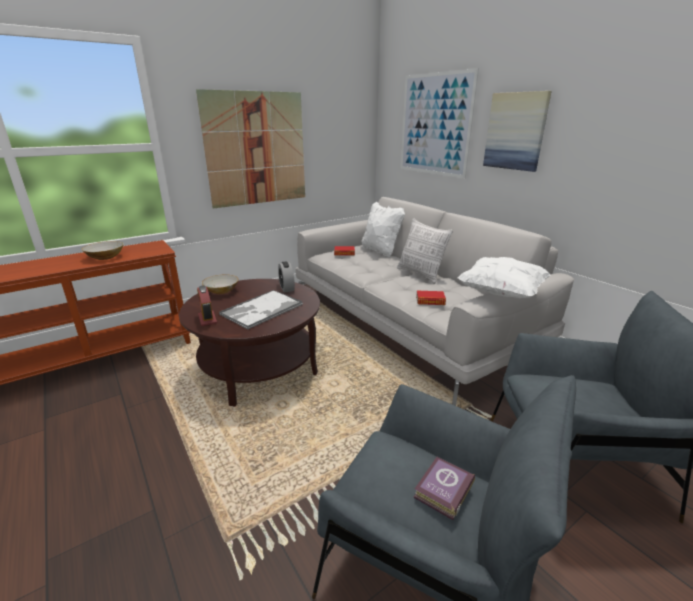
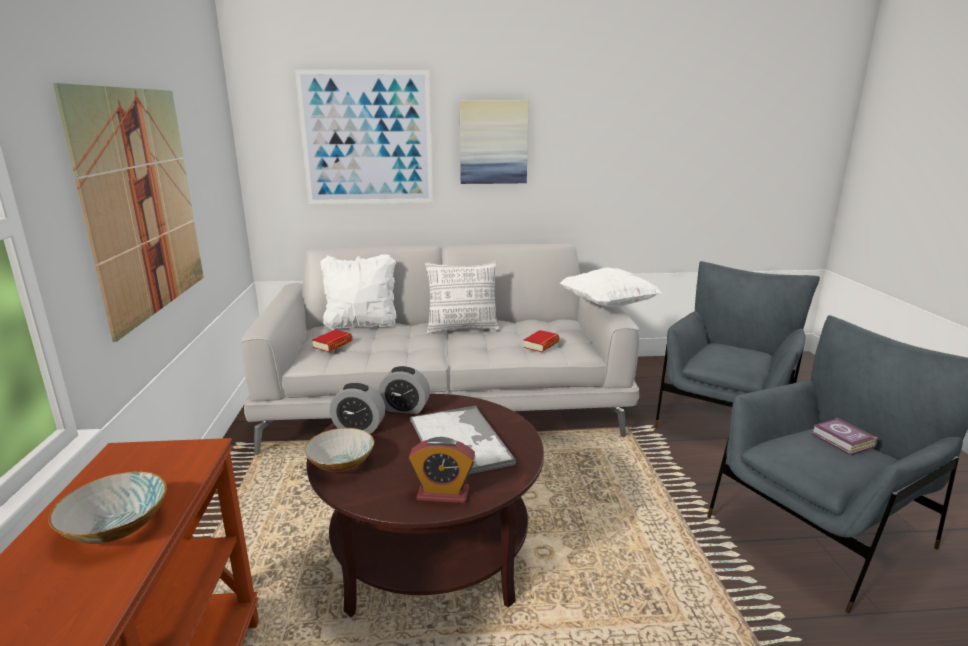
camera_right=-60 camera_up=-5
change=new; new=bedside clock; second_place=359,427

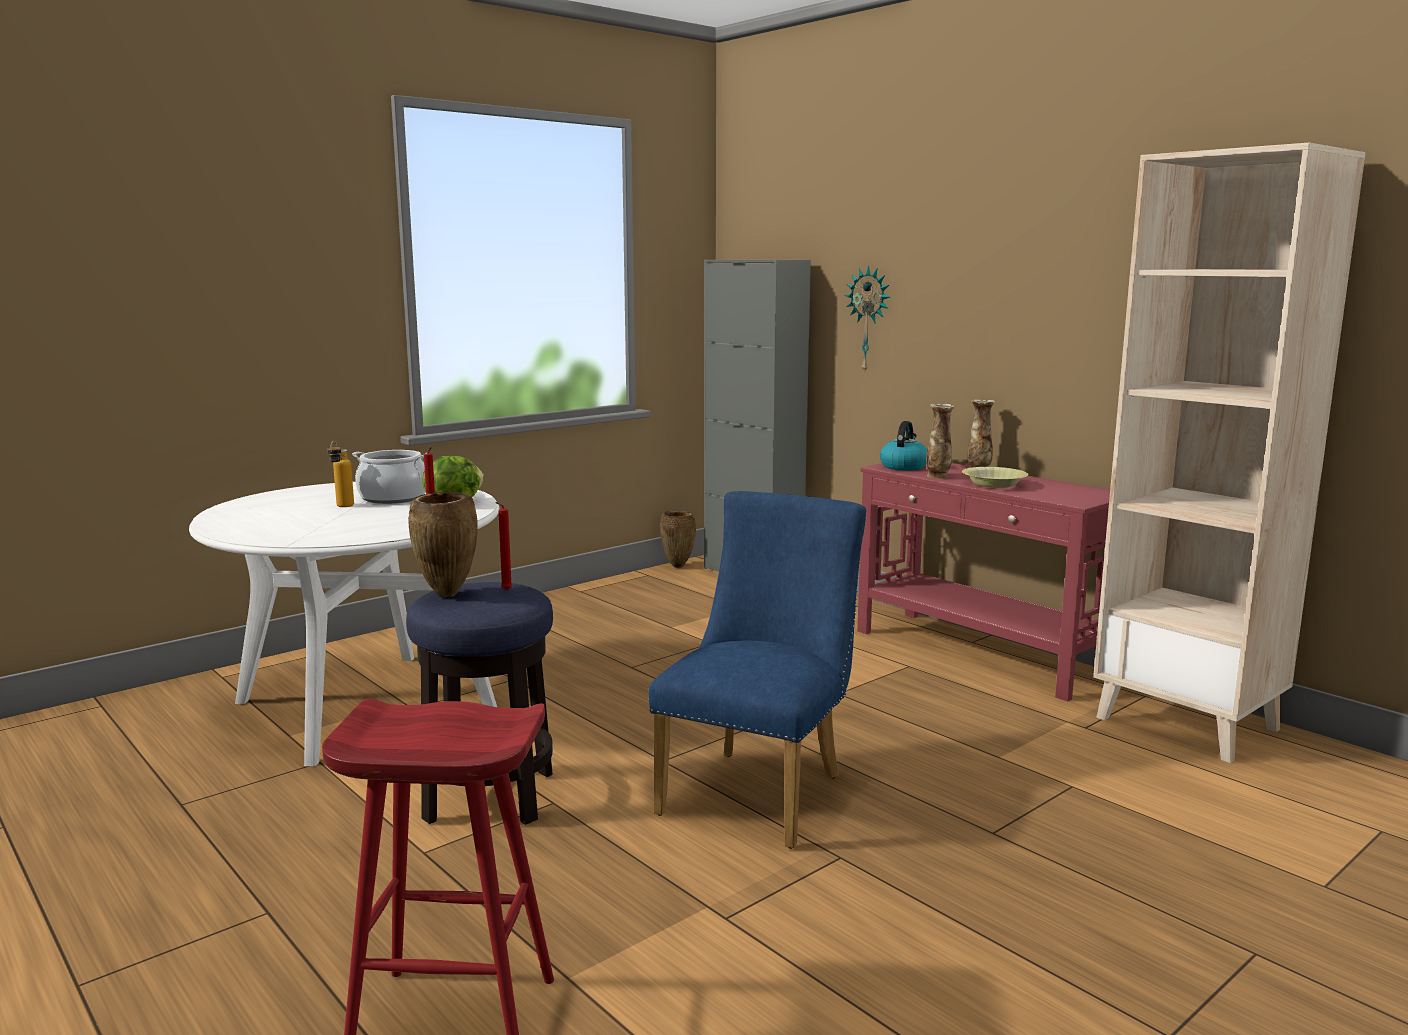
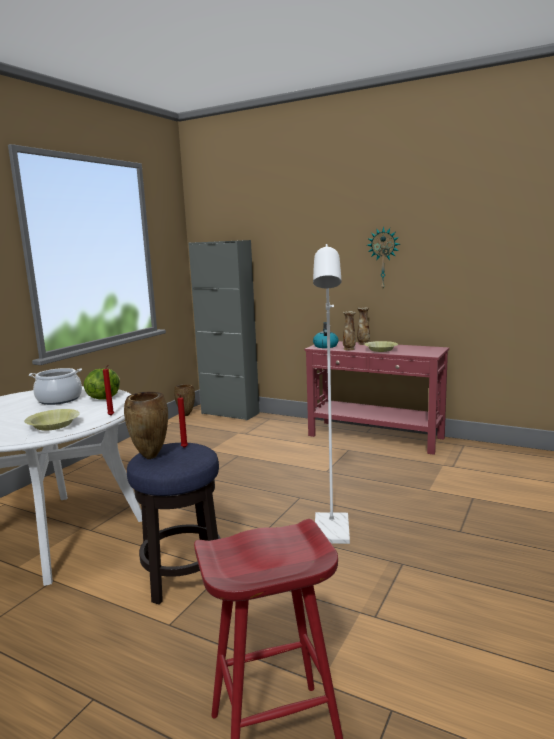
camera_right=-20 camera_up=0
change=gone; old=drink bottle; first_place=342,507
change=swapped; old=blue upright chair; new=white floor lamp; first_place=761,790; second_place=332,535
change=shifted; old=hanging clock; first_place=869,320; second_place=383,258
change=gone; old=sand-coloured shelving unit; first_place=1188,723
change=new; new=yellow-coloured serving bowl; second_place=54,426

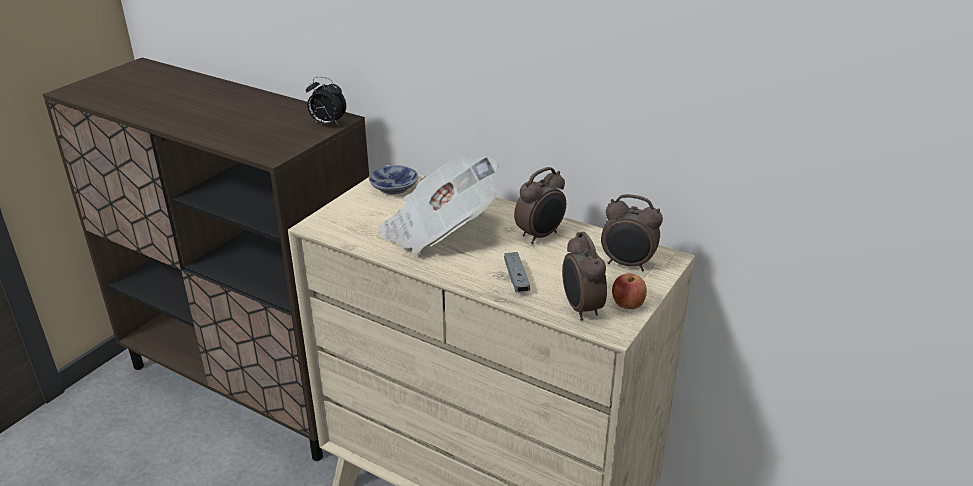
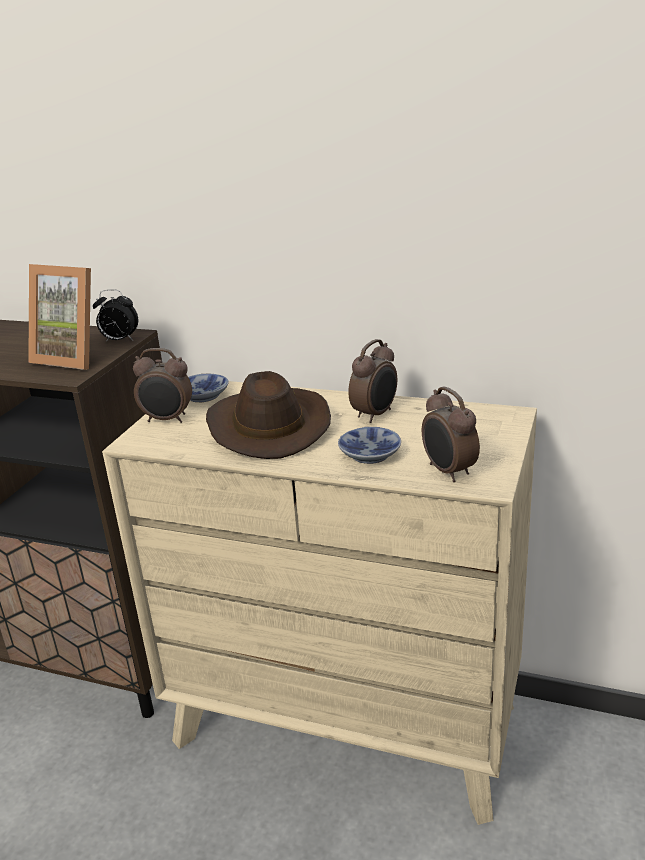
camera_right=-10 camera_up=-5
change=swapped; old=printed paper; new=brownish hat; first_place=438,230; second_place=267,426
change=swapped; old=grey game controller; new=serving bowl; first_place=516,279; second_place=369,456
change=shifted; old=bedside clock; first_place=627,264; second_place=167,420
change=gone; old=whole apple; first_place=627,305
change=new; new=picture frame; second_place=74,357

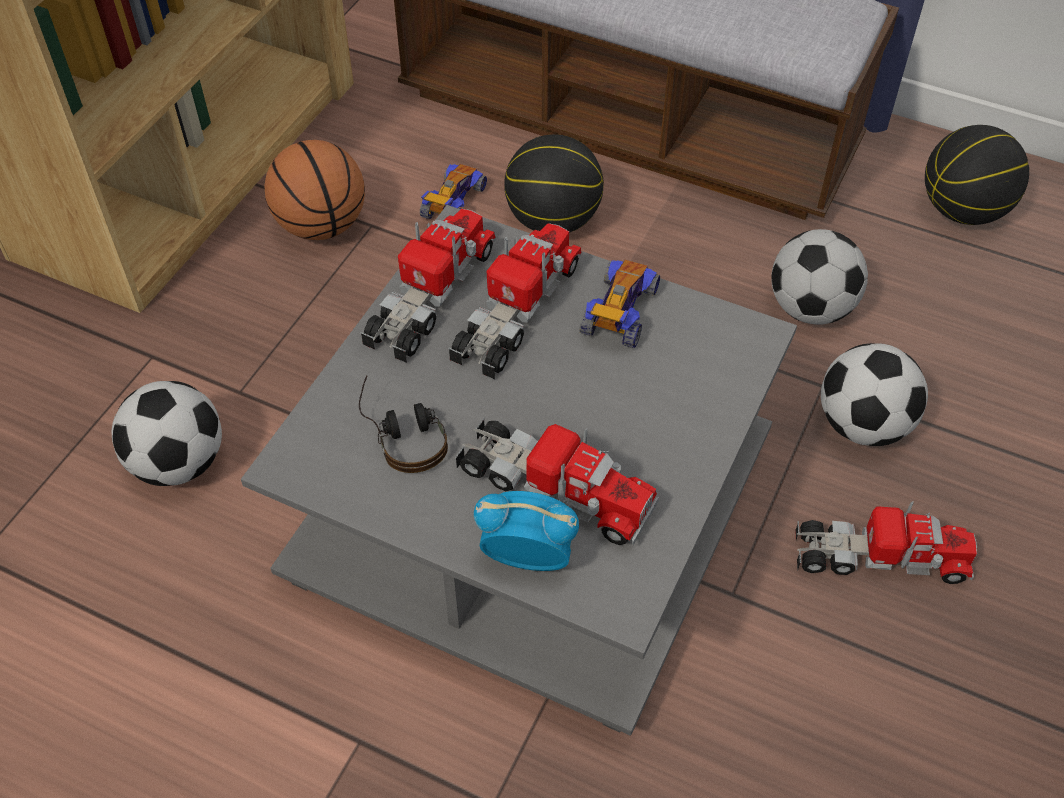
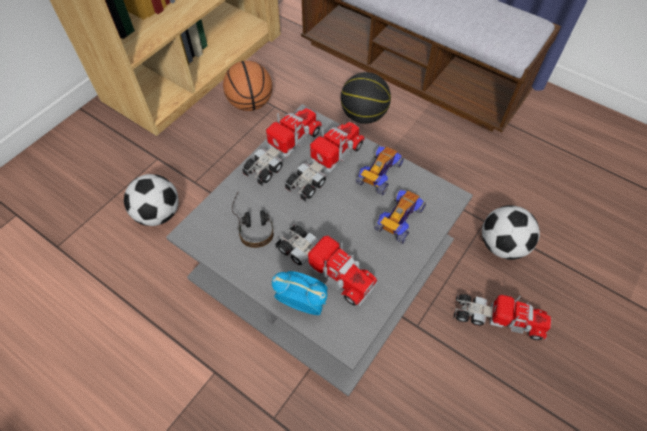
camera_right=10 camera_up=5
change=shifted; old=toy car; first_place=453,205; second_place=398,221
change=gone; old=football ball; first_place=811,308
change=gone; old=basketball; first_place=963,211

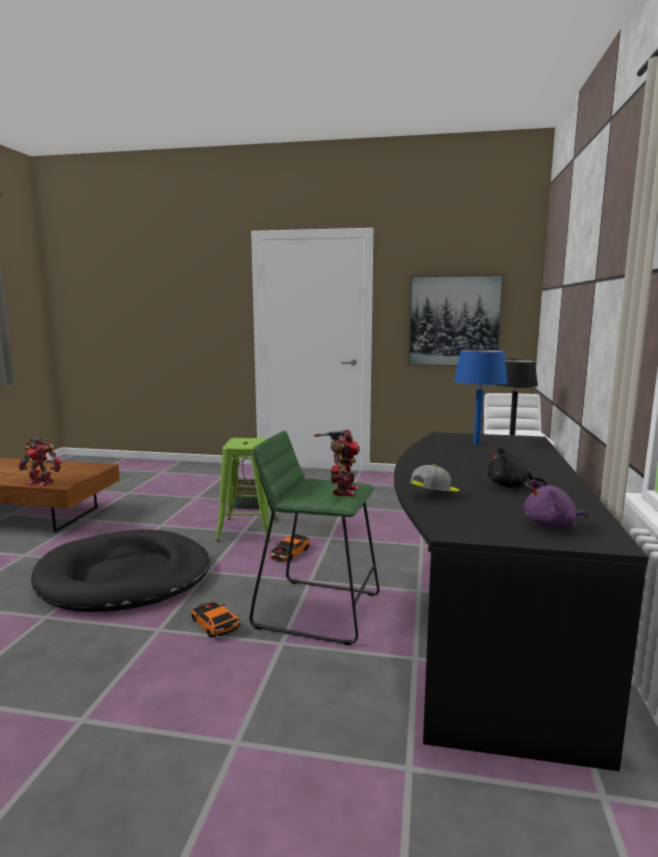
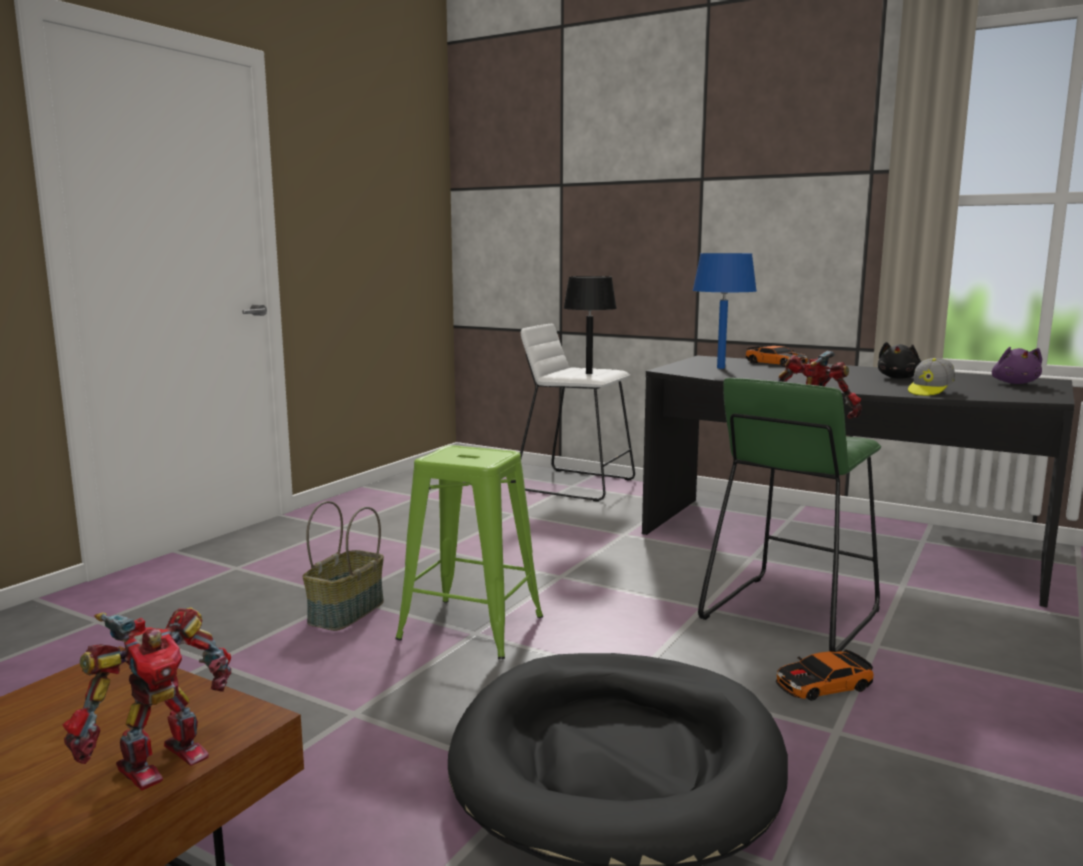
camera_right=-70 camera_up=0
change=shifted; old=toy car; first_place=290,553; second_place=776,363
change=gone; old=wall art; first_place=454,321
change=rotated; old=peaked cap; first_place=435,493; second_place=929,391; degrees=-120

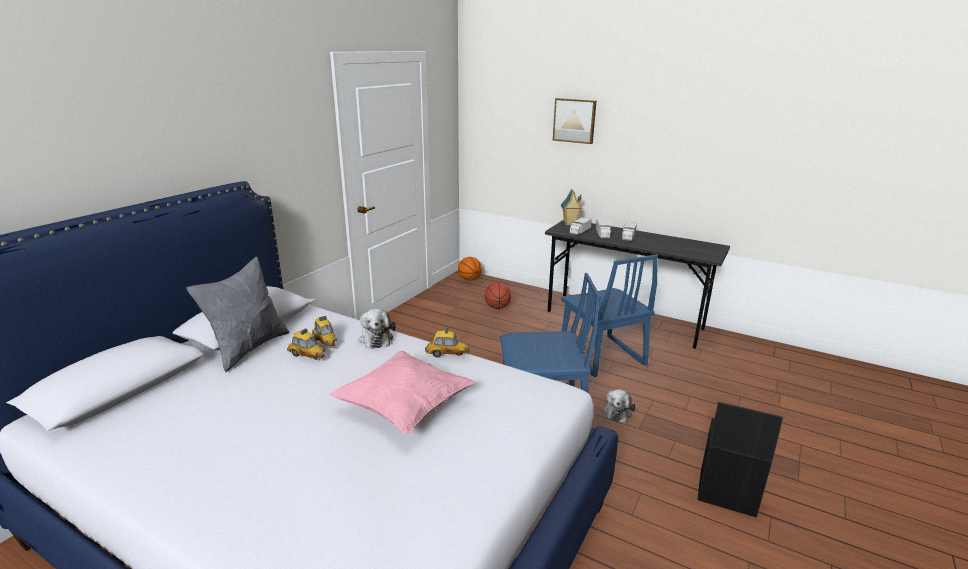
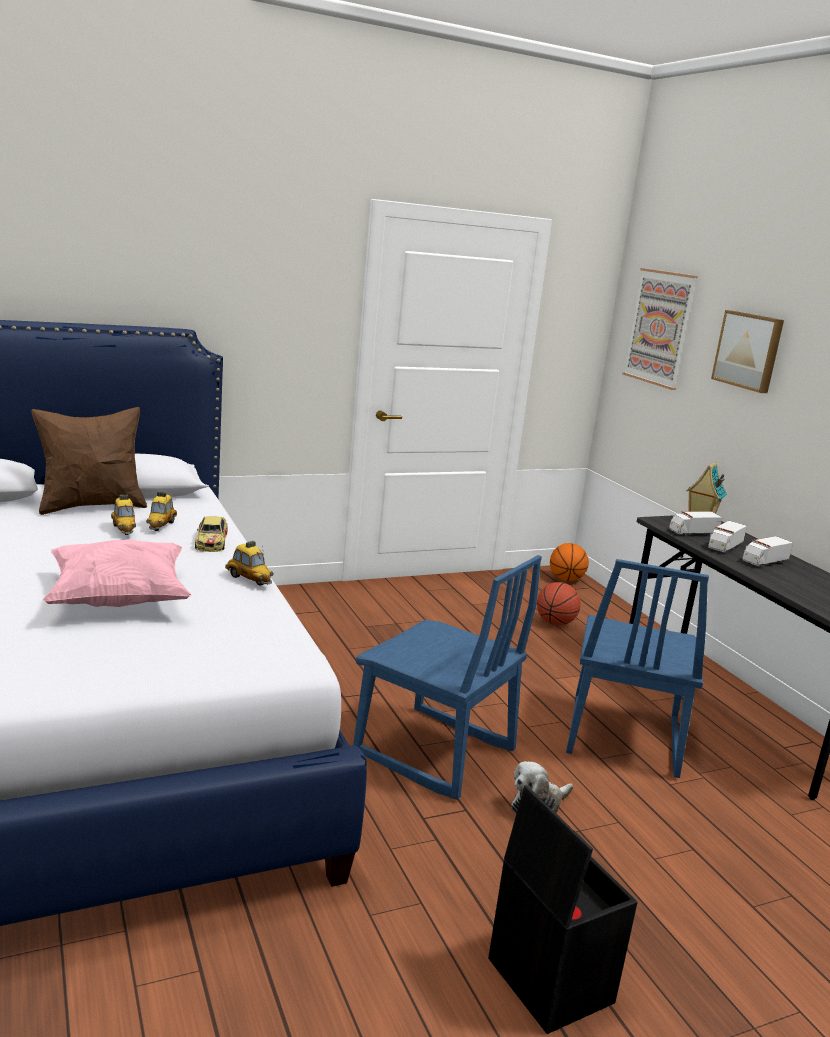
camera_right=35 camera_up=-5
change=repainted; old=grey throw pillow; new=brownish throw pillow; first_place=248,348; second_place=91,506
change=swapped; old=cuddly toy; new=toy car; first_place=376,338; second_place=211,540
change=new; new=wall art; second_place=659,328

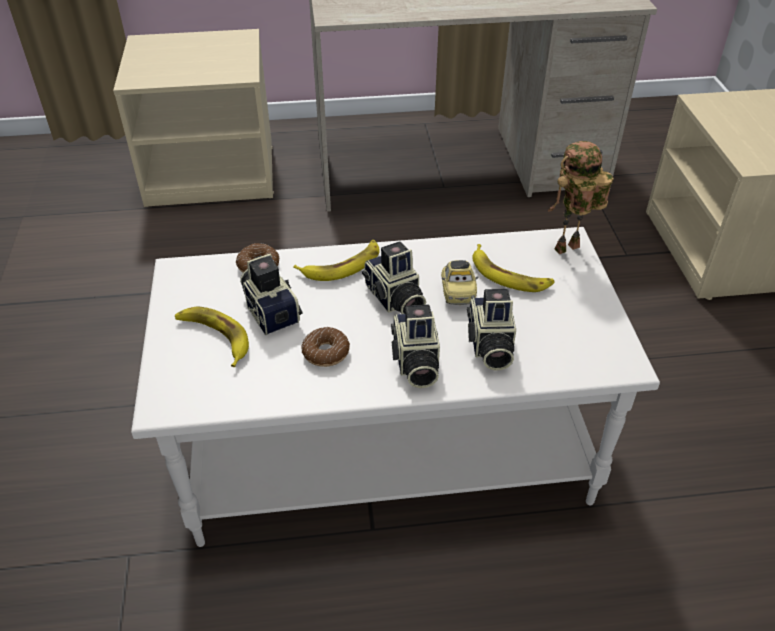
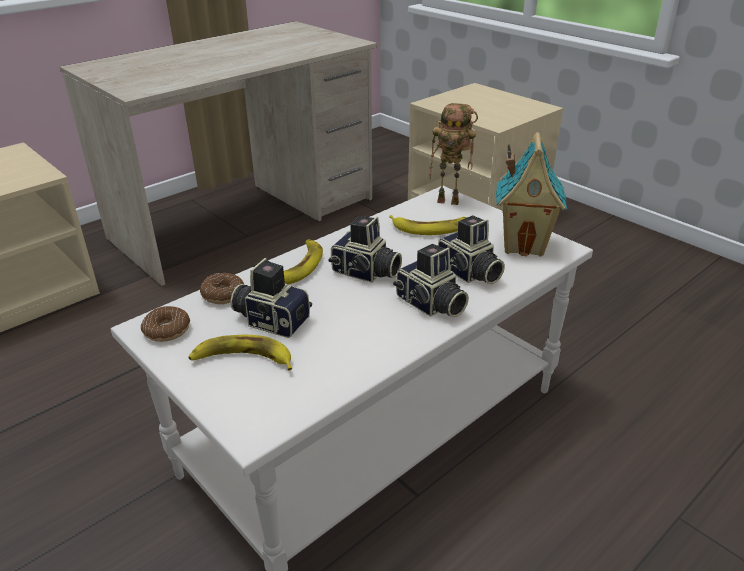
camera_right=-35 camera_up=-10
change=shifted; old=ring doughnut; first_place=326,352; second_place=167,330
change=gone; old=toy car; first_place=457,293
change=rotated; old=model robot; first_place=567,250; second_place=450,201; degrees=-105
change=new; new=model house; second_place=524,245

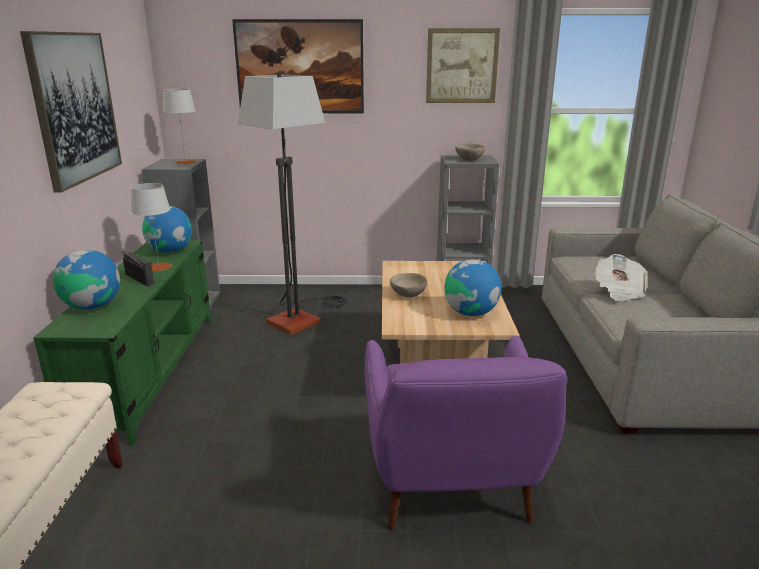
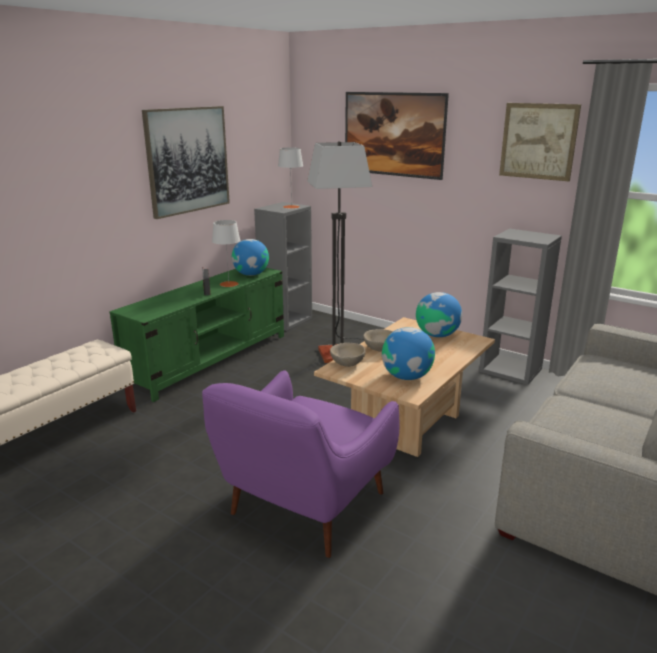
camera_right=35 camera_up=0
change=shifted; old=world globe; first_place=92,306; second_place=437,335
change=shifted; old=sand-coloured serving bowl; first_place=469,159; second_place=347,363
change=gone; old=printed paper; first_place=618,291

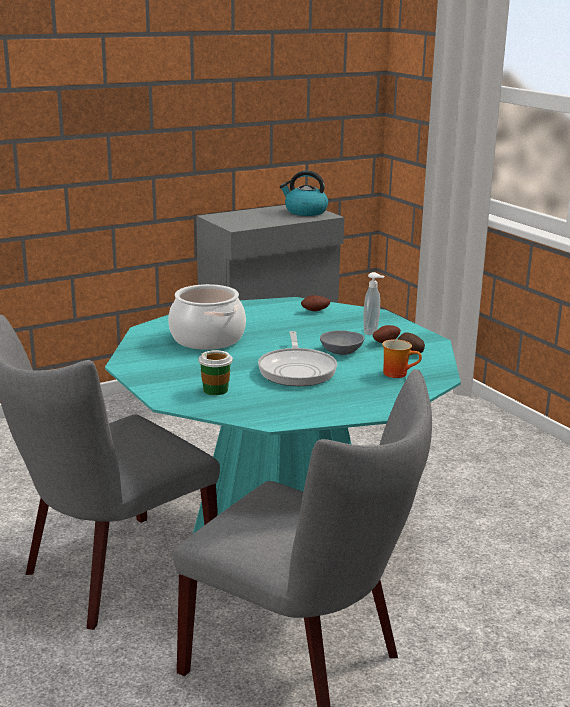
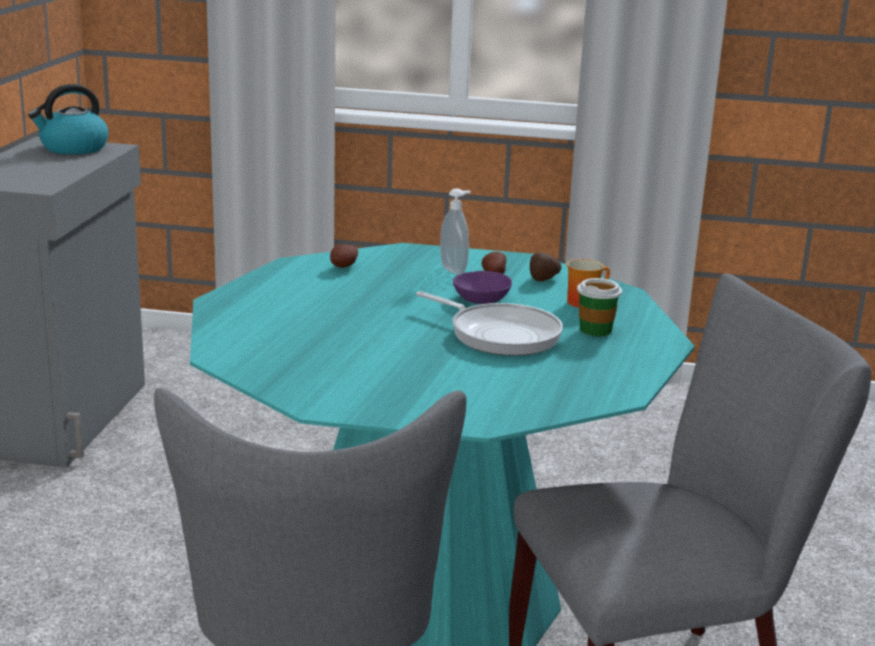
camera_right=-50 camera_up=0
change=gone; old=saucepot; first_place=208,339
change=shifted; old=cup; first_place=216,390; second_place=595,330
change=repainted; old=grey serving bowl; new=purplish serving bowl; first_place=341,350; second_place=480,298

